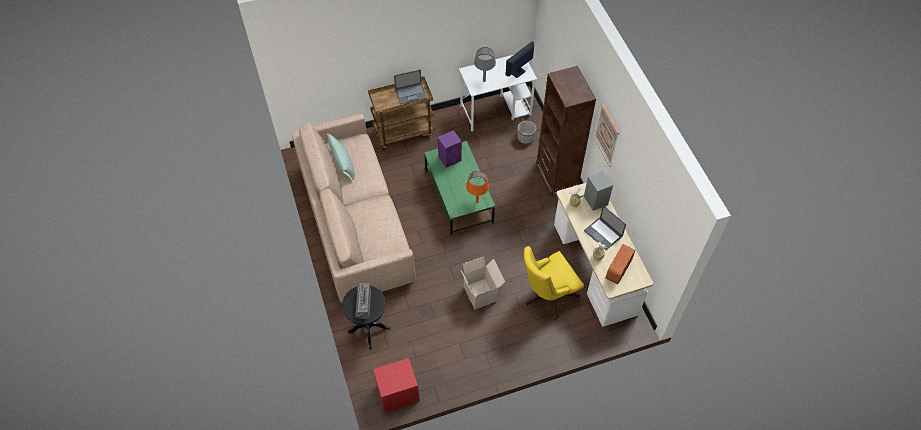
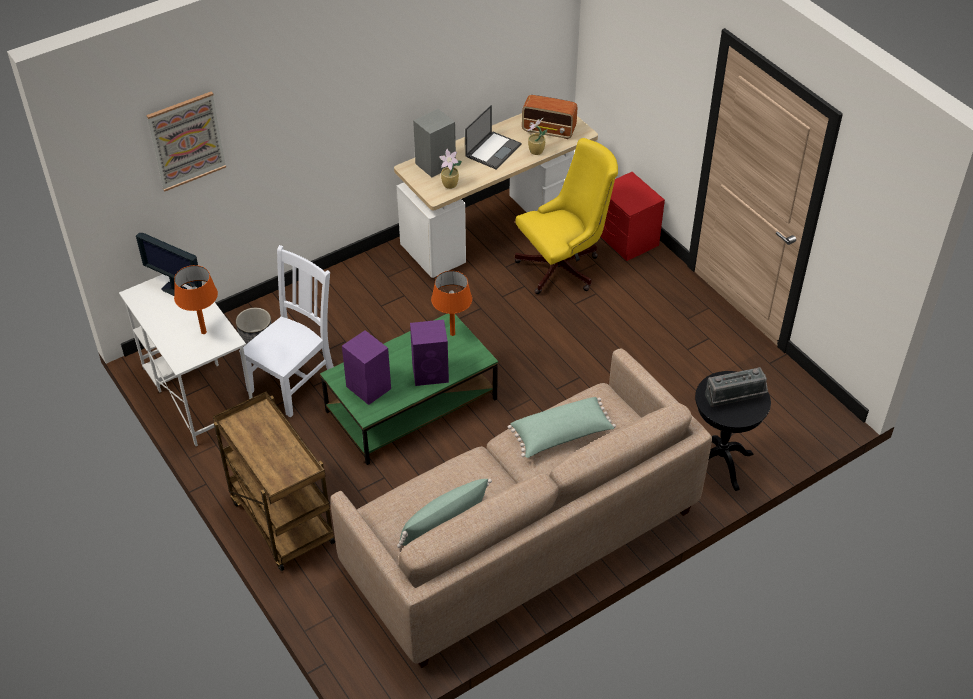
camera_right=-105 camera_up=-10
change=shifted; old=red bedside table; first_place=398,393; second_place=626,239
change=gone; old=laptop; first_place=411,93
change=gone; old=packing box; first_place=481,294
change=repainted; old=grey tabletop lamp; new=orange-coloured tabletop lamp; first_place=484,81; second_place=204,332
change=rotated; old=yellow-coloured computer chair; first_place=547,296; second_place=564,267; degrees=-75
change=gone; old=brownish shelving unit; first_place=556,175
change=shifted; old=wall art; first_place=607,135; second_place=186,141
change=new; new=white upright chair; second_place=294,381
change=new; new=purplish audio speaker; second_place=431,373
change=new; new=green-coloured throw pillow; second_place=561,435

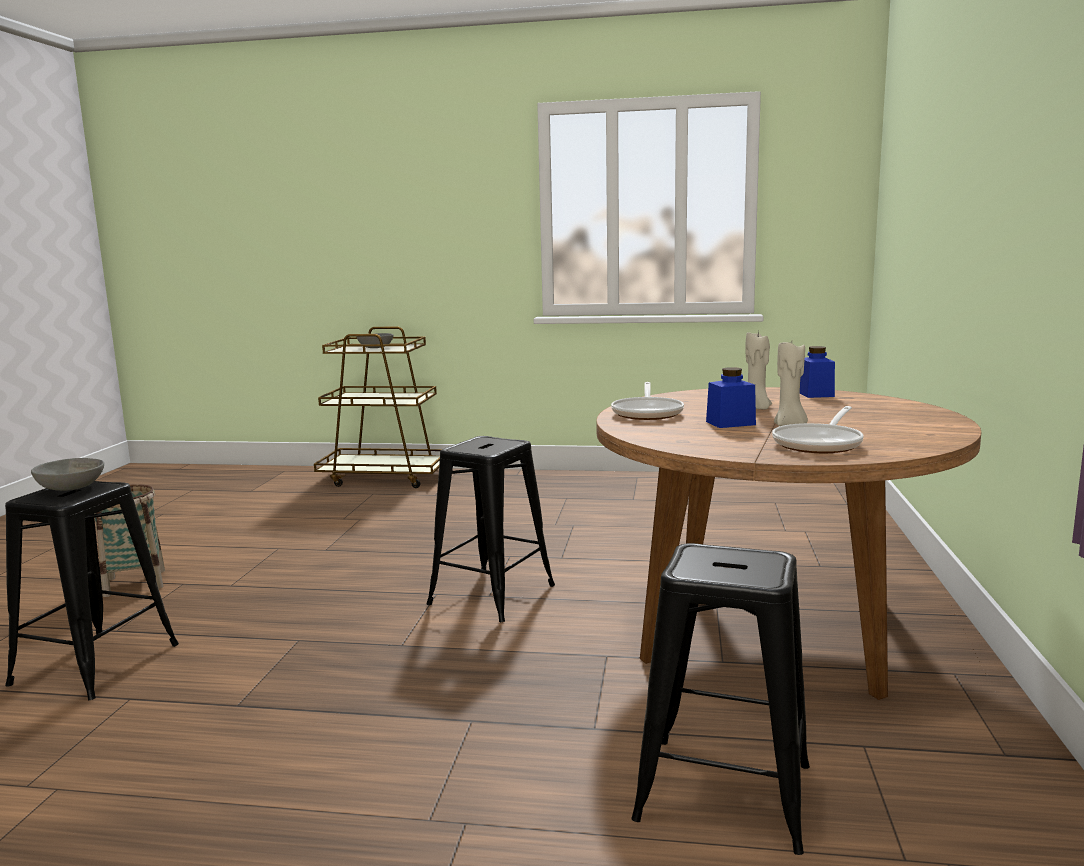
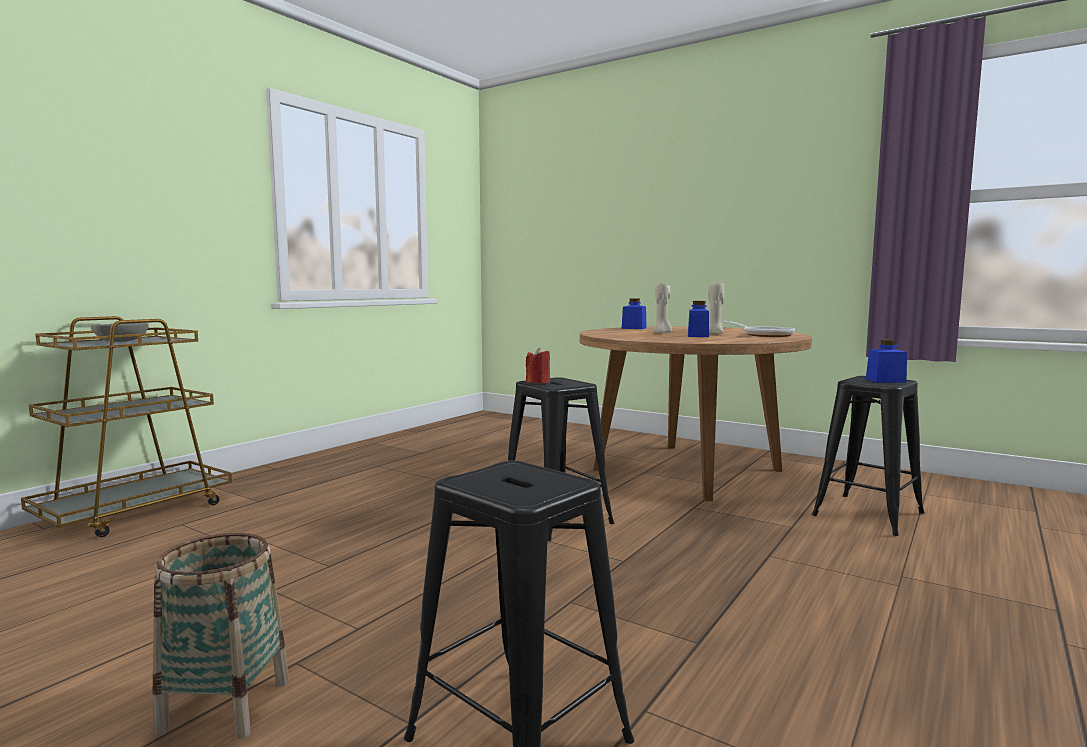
camera_right=-65 camera_up=-5
change=gone; old=grey serving bowl; first_place=72,488
change=gone; old=skillet; first_place=648,413
change=new; new=red candle; second_place=538,382
change=new; new=blue jar; second_place=885,380

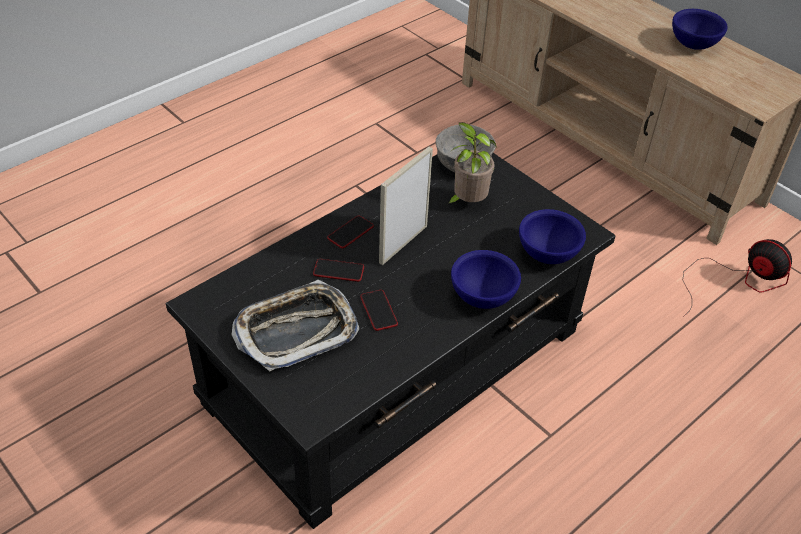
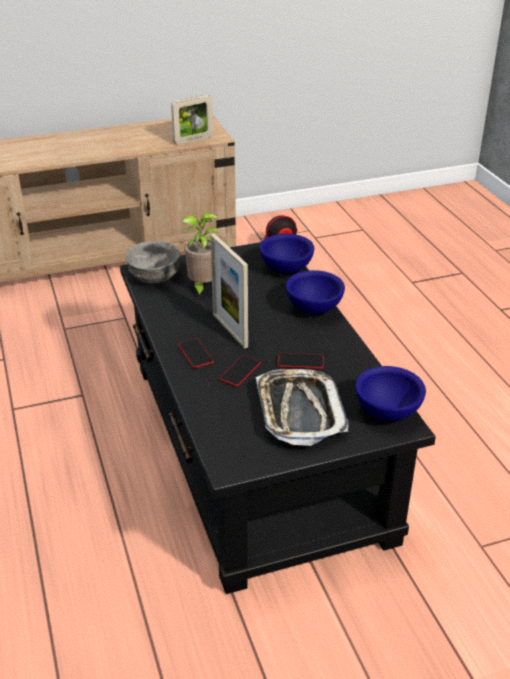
camera_right=-65 camera_up=-10
change=shifted; old=blue serving bowl; first_place=693,45; second_place=388,413
change=new; new=picture frame; second_place=193,140

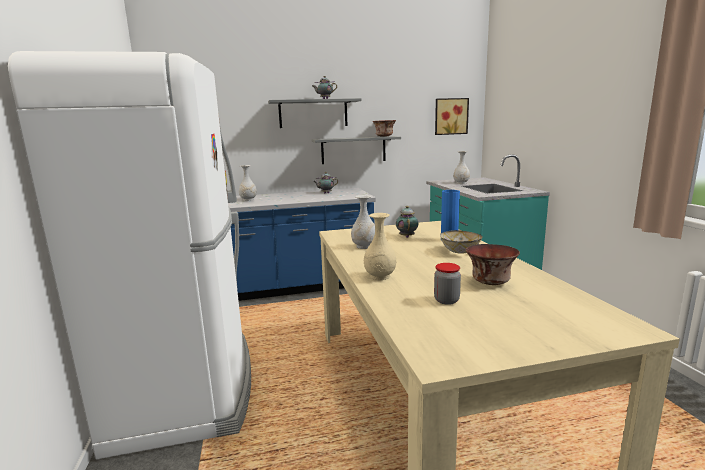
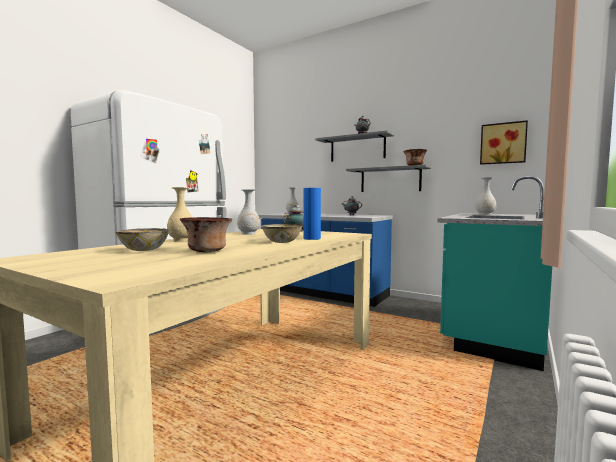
camera_right=45 camera_up=-10
change=swapped; old=jar; new=serving bowl; first_place=446,300; second_place=144,250

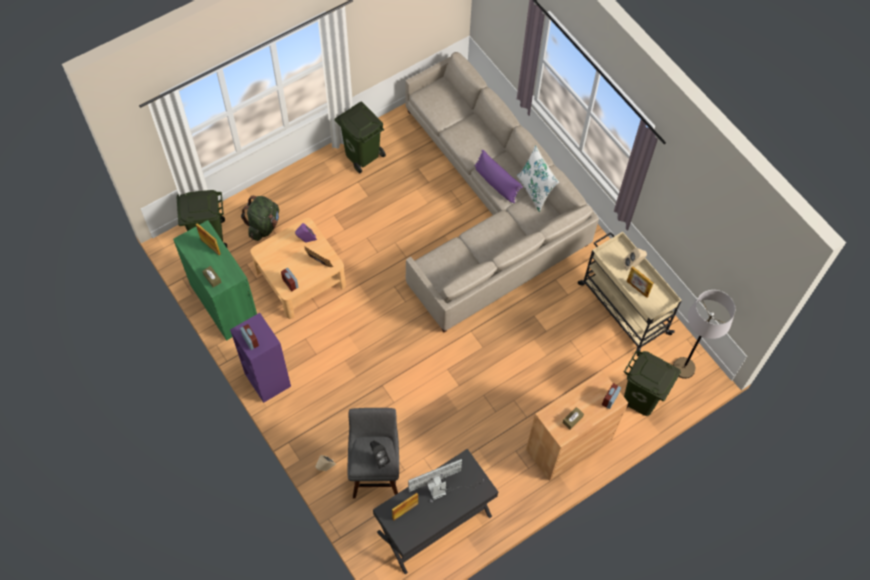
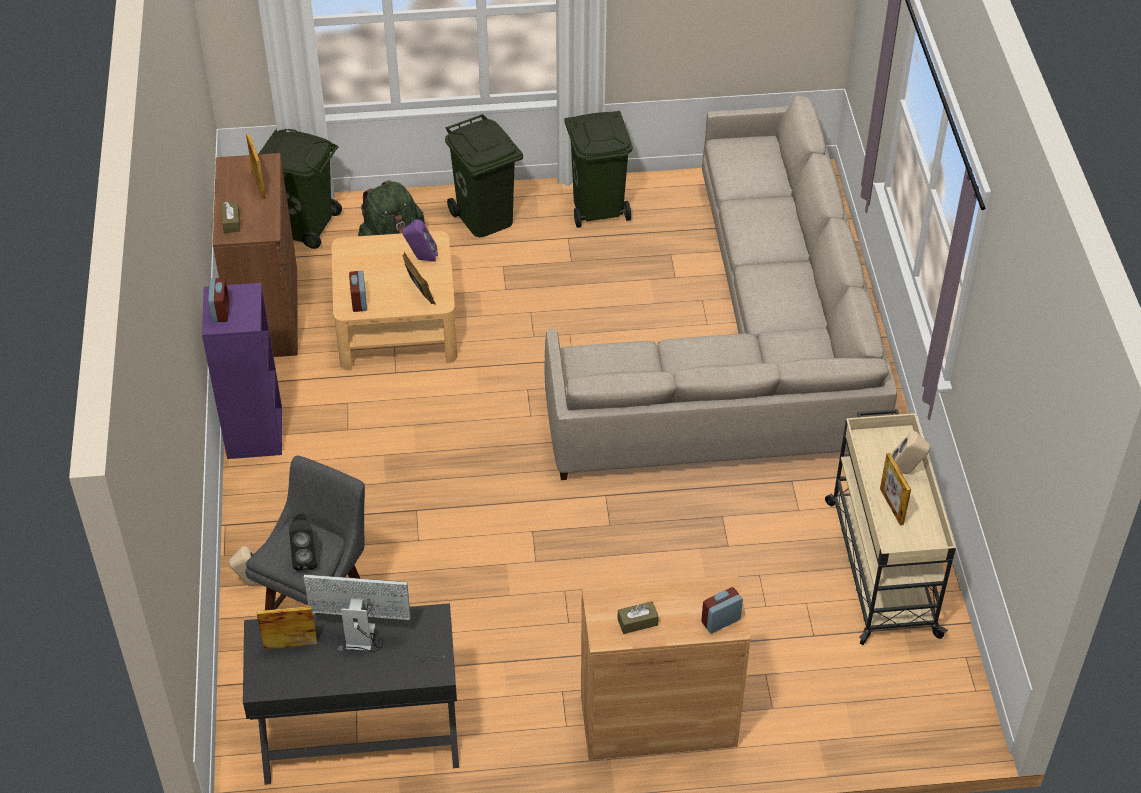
camera_right=30 camera_up=-15
change=repainted; old=green-coloured cupboard; new=brownish cupboard; first_place=224,303; second_place=266,313
change=gone; old=purplish throw pillow; first_place=496,183
change=gone; old=white throw pillow; first_place=535,190
change=shifted; old=green-coloured trash can; first_place=640,399; second_place=484,218
change=gone; old=grey floor lamp; first_place=683,368

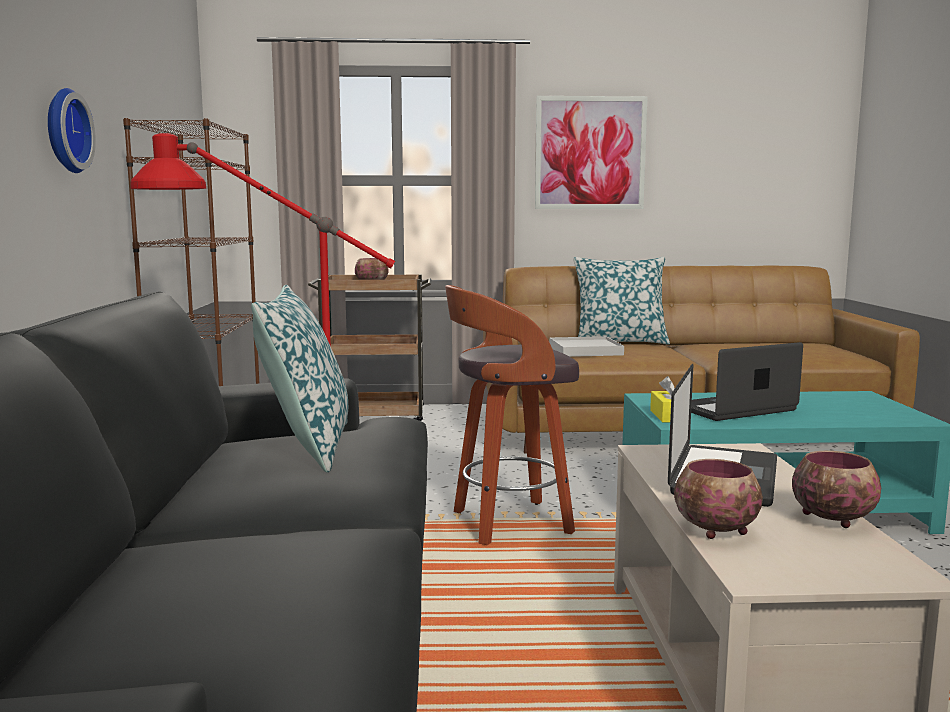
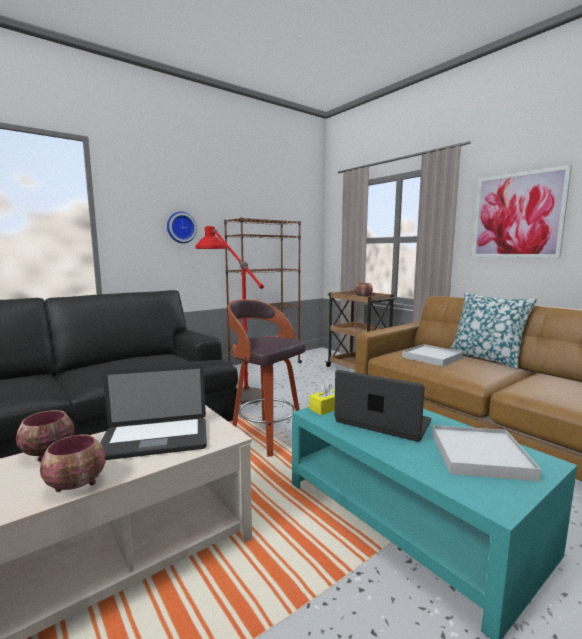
camera_right=55 camera_up=0
change=gone; old=throw pillow; first_place=307,446
change=new; new=white tray; second_place=479,455

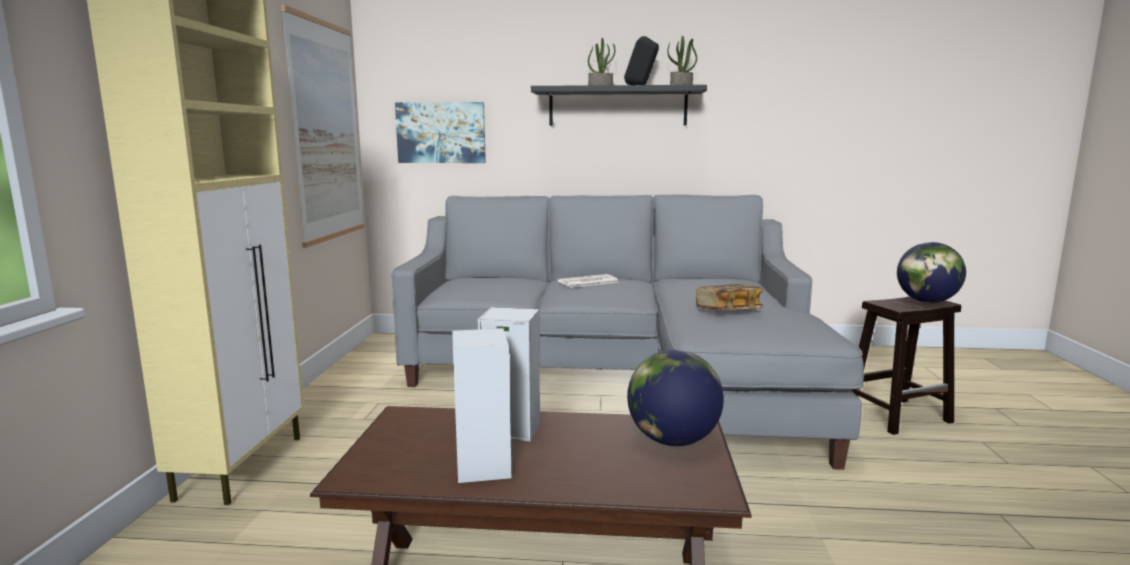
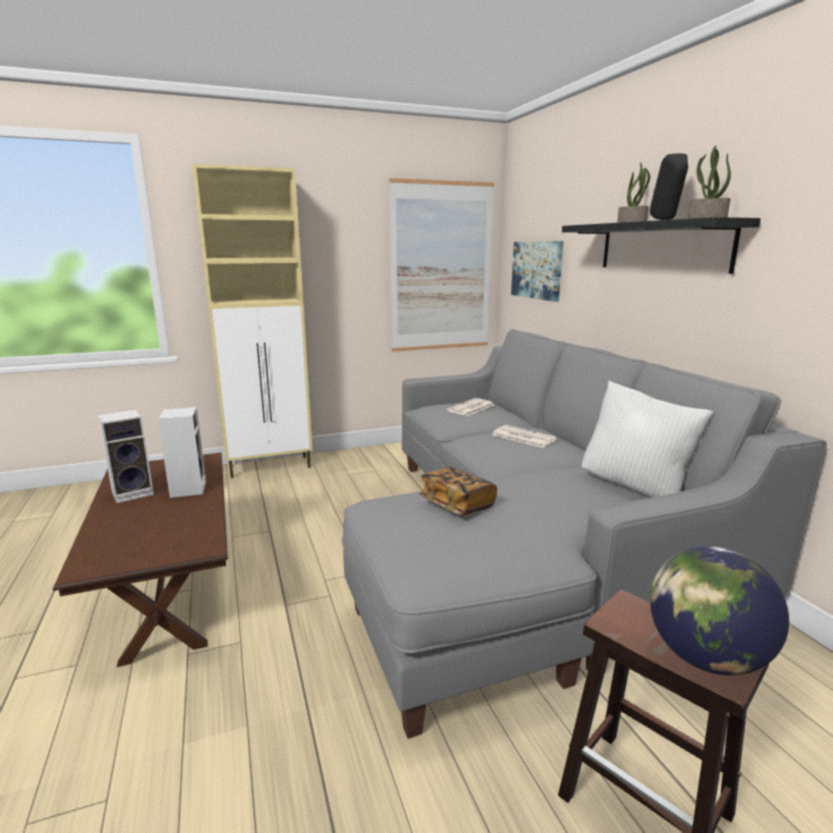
camera_right=65 camera_up=5
change=gone; old=world globe; first_place=672,440
change=new; new=printed paper; second_place=470,408
change=new; new=white throw pillow; second_place=636,488

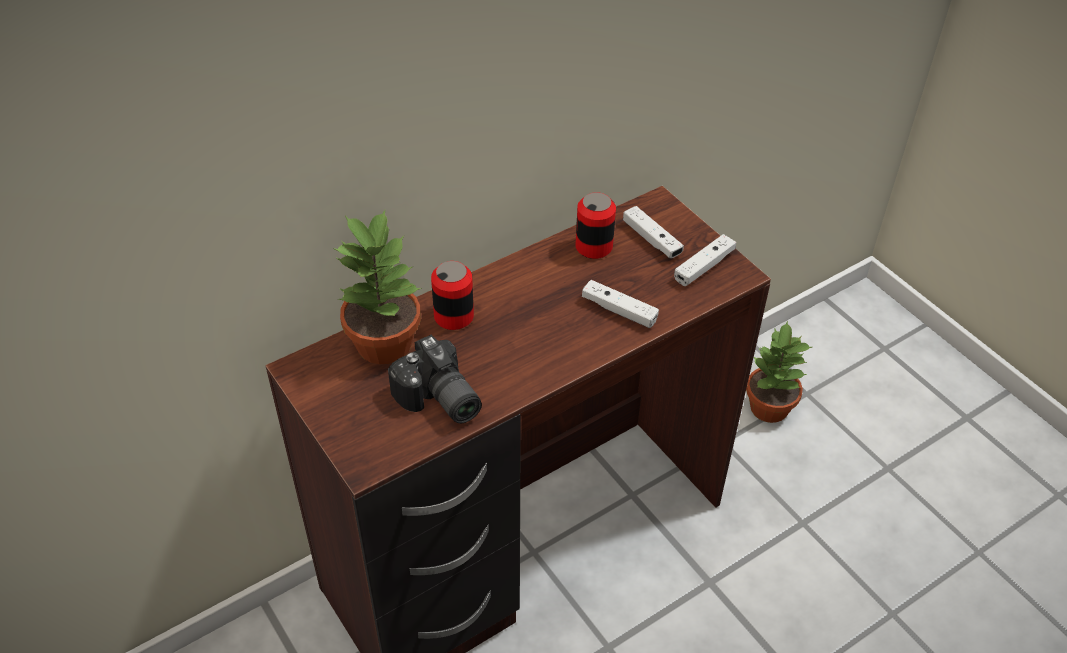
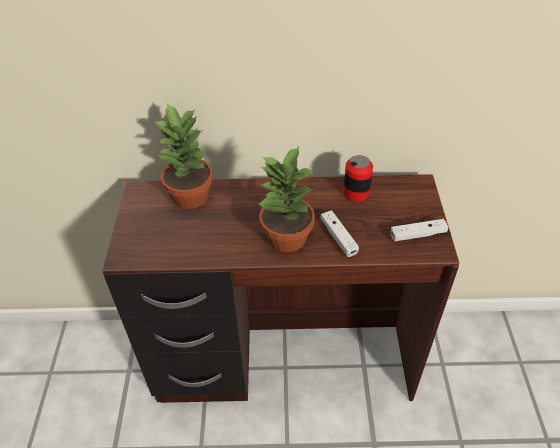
camera_right=35 camera_up=0
change=gone; old=still camera; first_place=438,401
change=gone; old=sealed can; first_place=454,316
change=gone; old=white game controller; first_place=651,239
change=shifted; old=potted plant; first_place=768,408; second_place=286,238

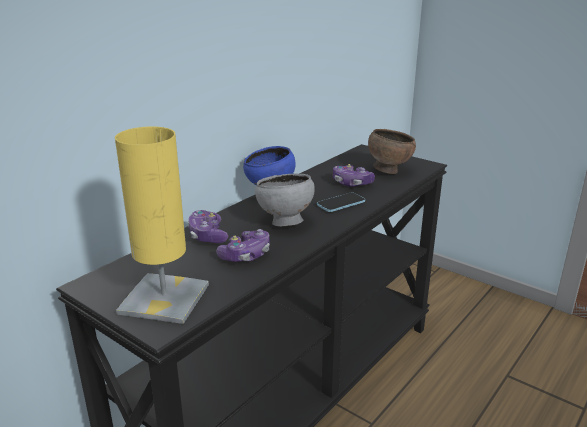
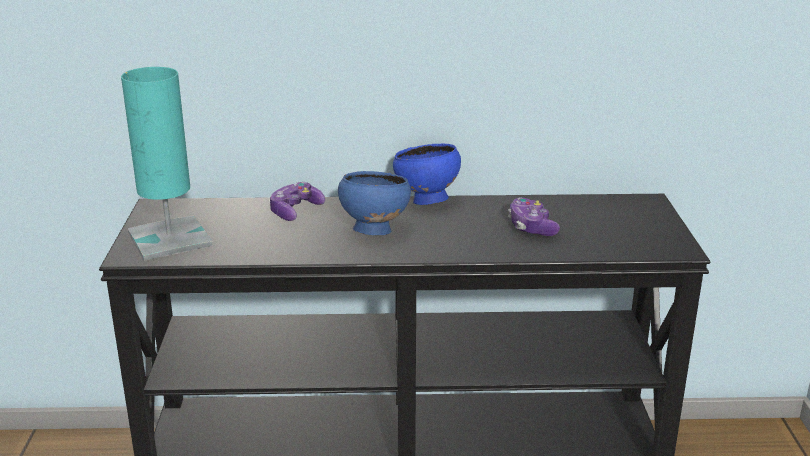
camera_right=50 camera_up=0
change=repainted; old=yellow-coloured tabletop lamp; new=blue-green tabletop lamp; first_place=164,299; second_place=170,239
change=gone; old=game controller; first_place=246,255
change=repainted; old=grey serving bowl; new=blue serving bowl; first_place=284,223; second_place=373,231
change=gone; old=handset; first_place=341,203
change=gone; old=brownish serving bowl; first_place=388,171

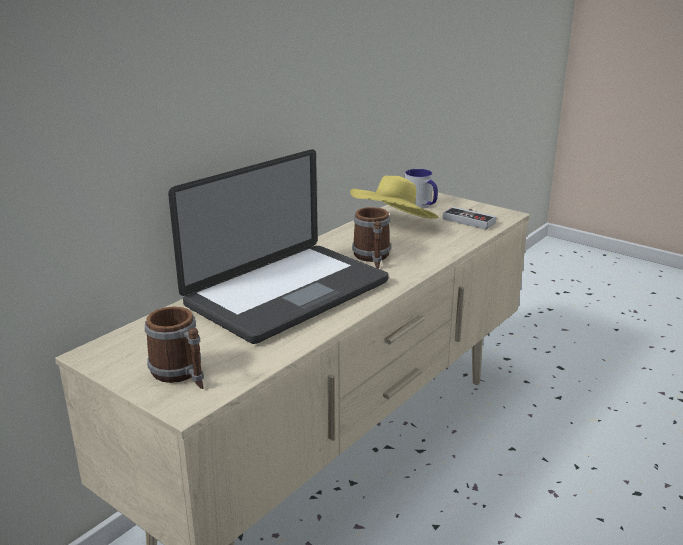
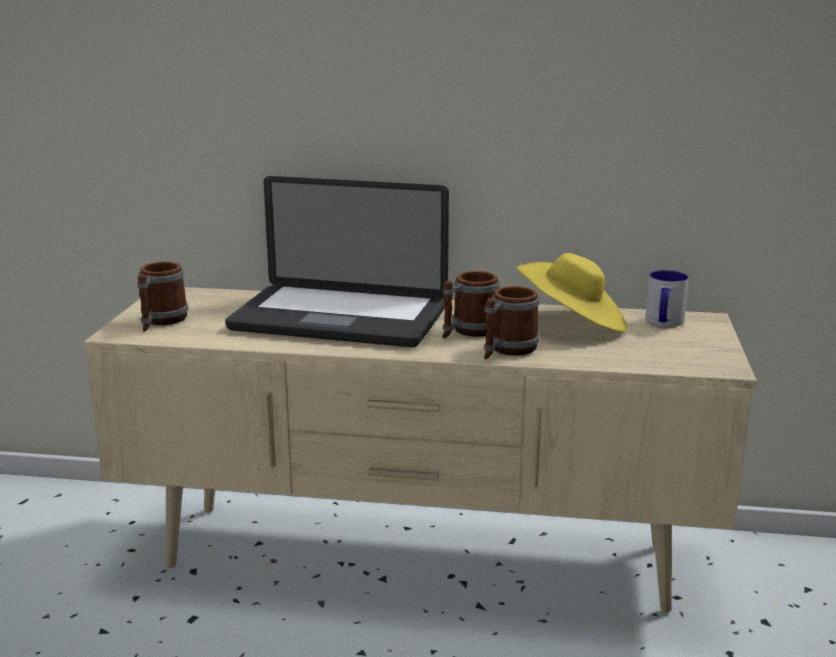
camera_right=60 camera_up=-5
change=gone; old=game controller; first_place=471,219
change=new; new=coffee mug; second_place=507,350

